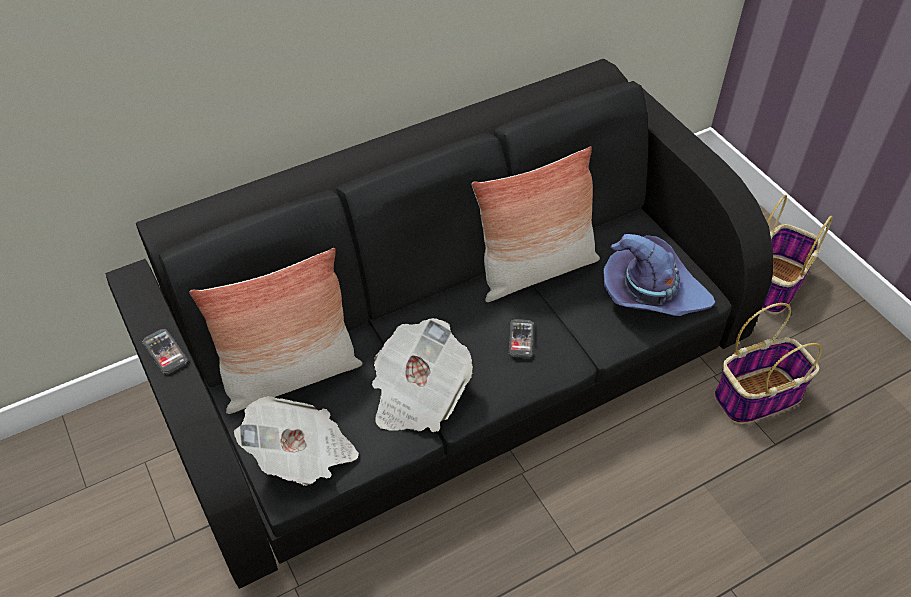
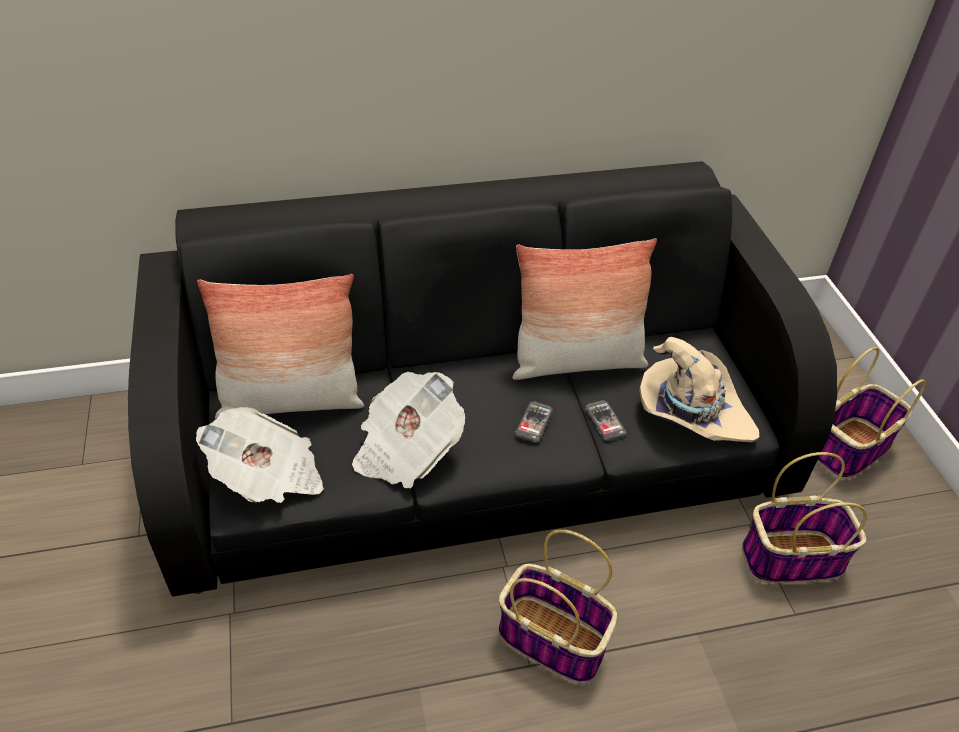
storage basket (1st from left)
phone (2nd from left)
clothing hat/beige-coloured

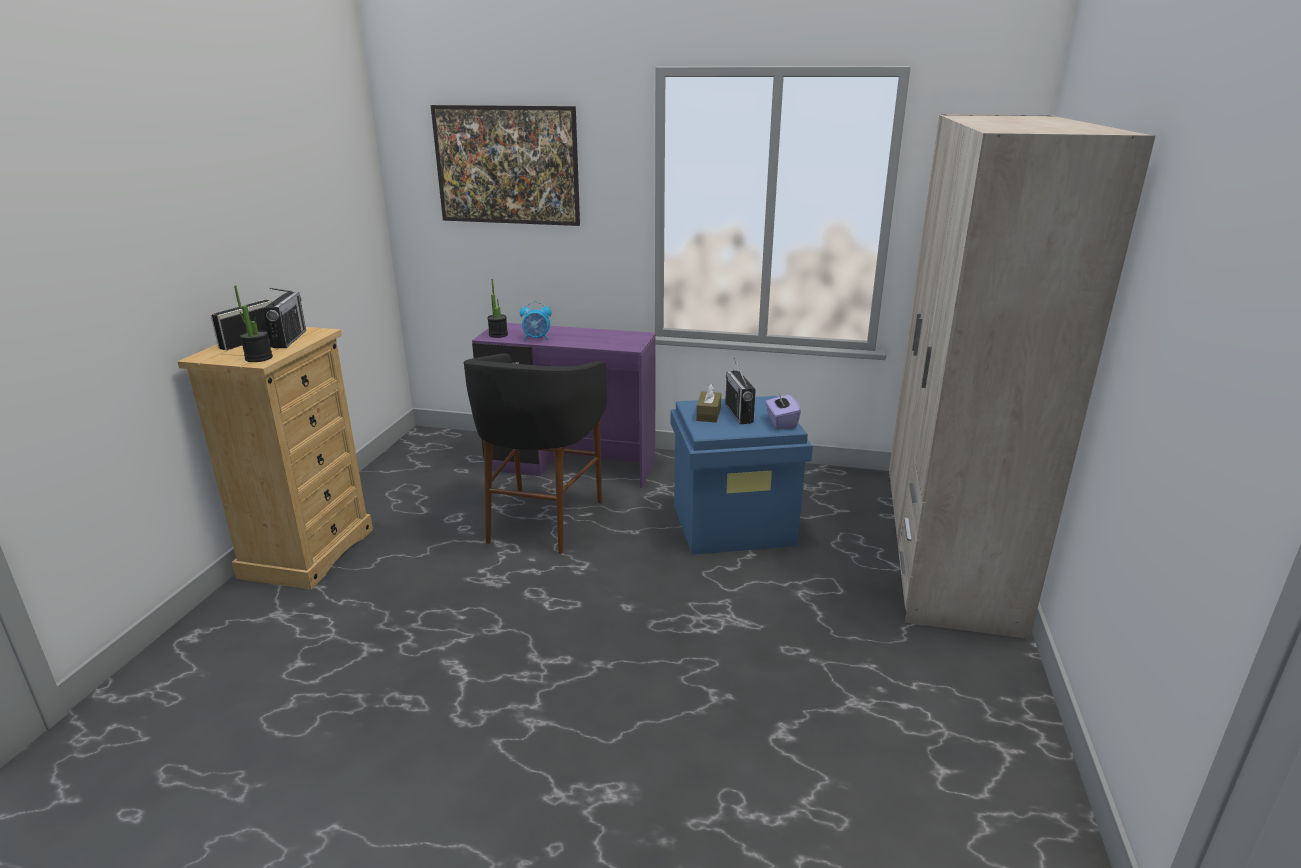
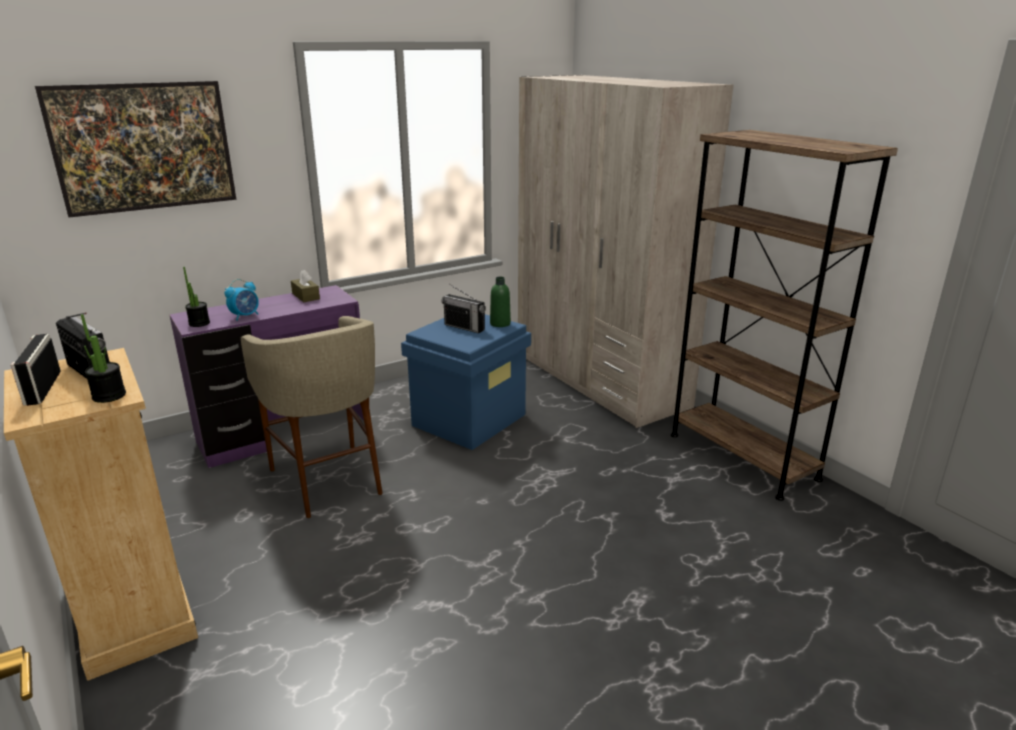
shelving unit/brown
tissue holder/brown
bottle/greenish
stool seat/beige-coloured

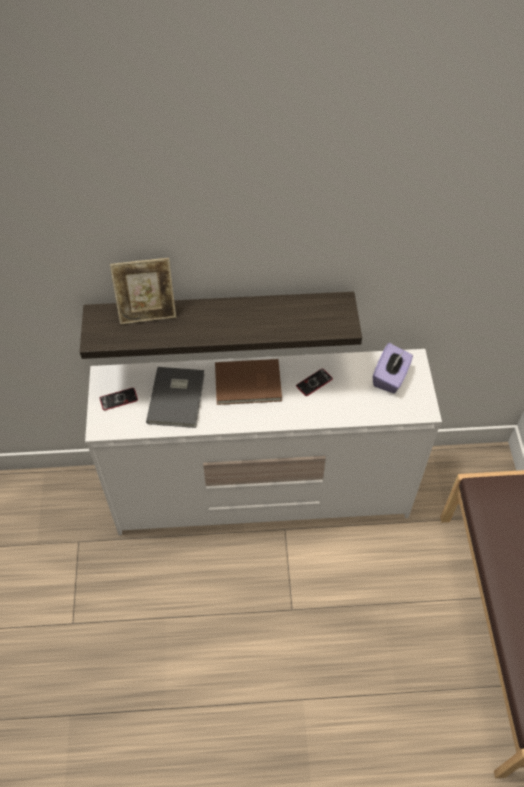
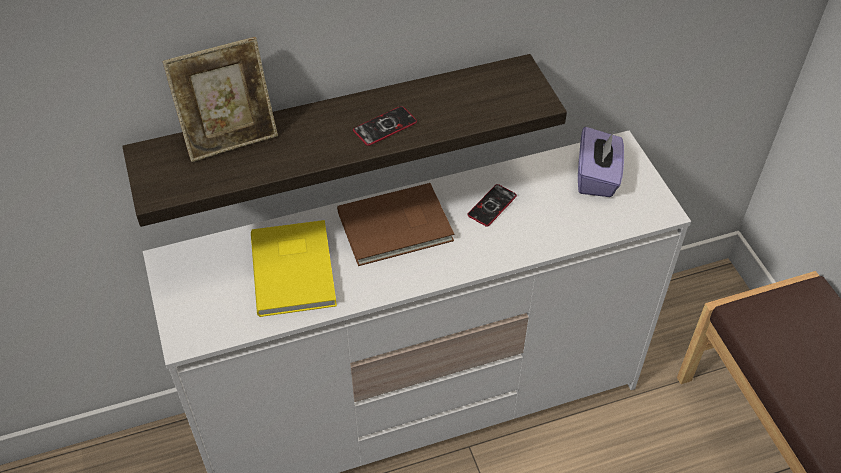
phone (1st from left)
book/yellowish

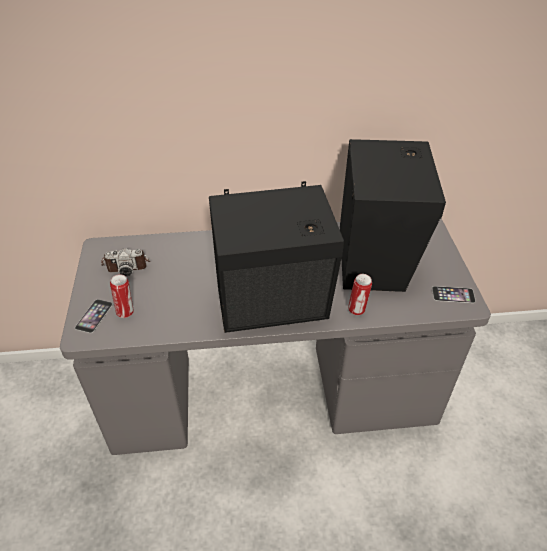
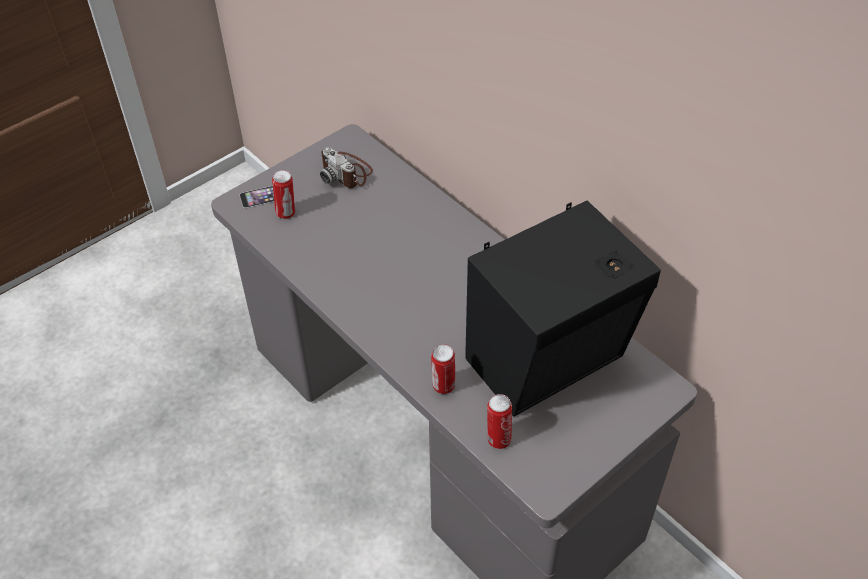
speaker/black (1st from left in the first image)
phone (2nd from left in the first image)
sealed can (3rd from left)

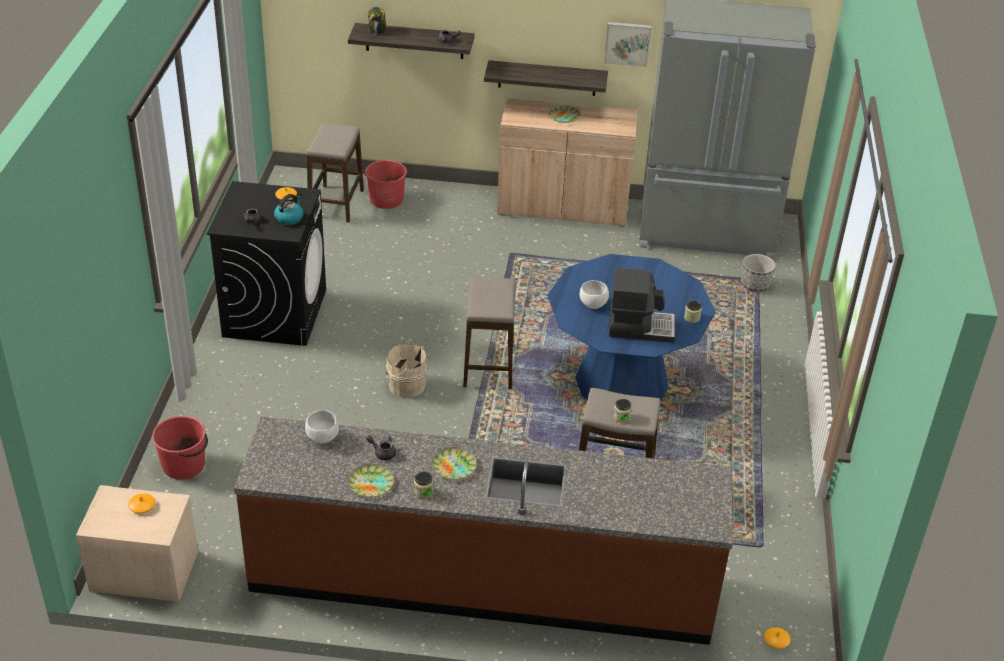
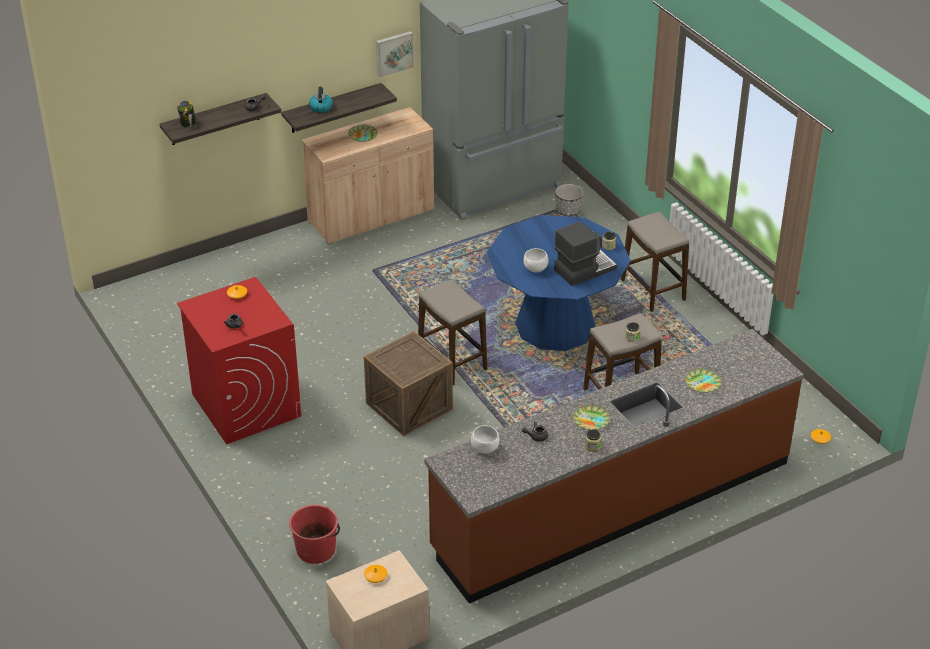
pail/red-coloured (2nd from left in the first image)
tea kettle
stool seat (3rd from left)
plate (3rd from left)
shipping crate
laundry machine/red-coloured

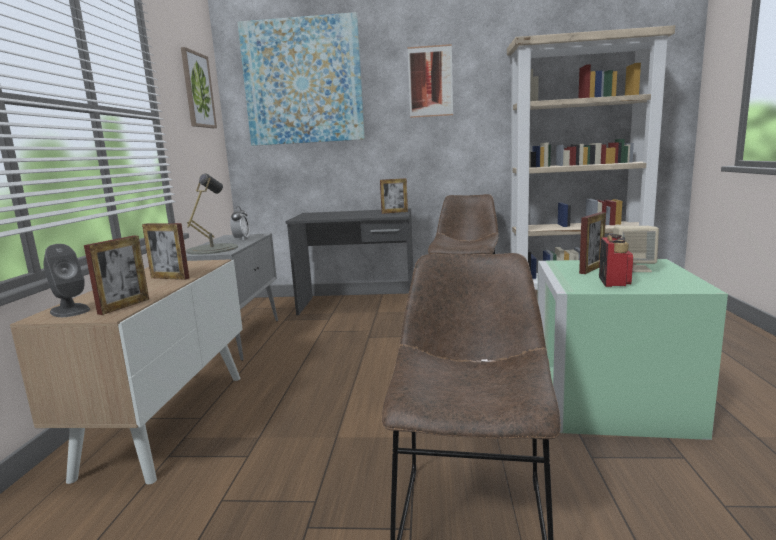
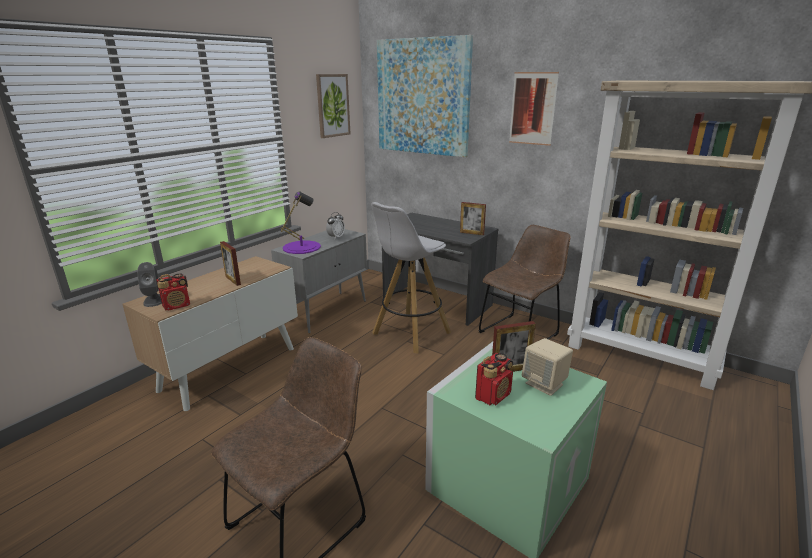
stool seat/whitish
radio receiver (1st from left)
lamp for a table/purplish

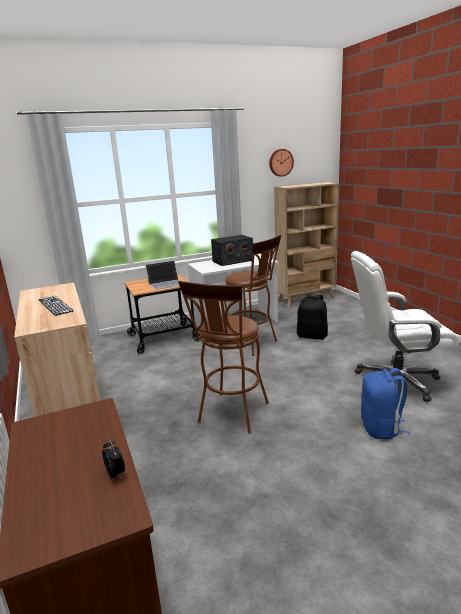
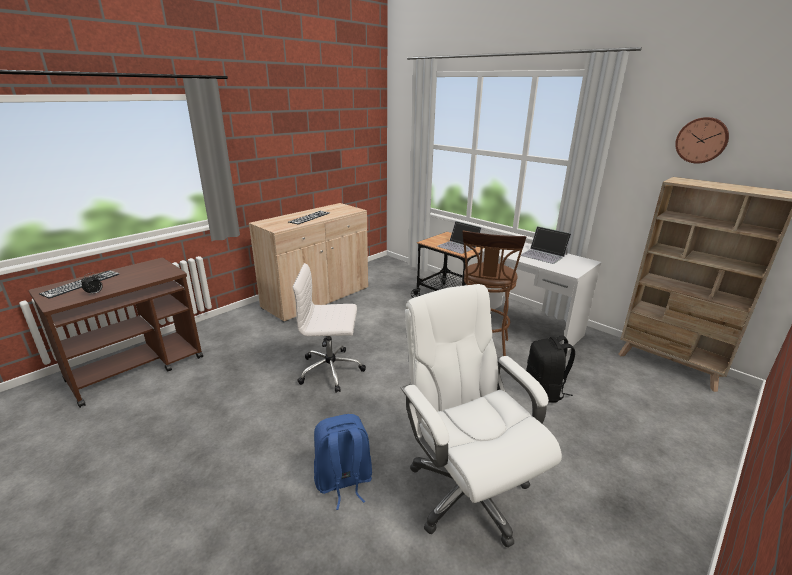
keyboard (1st from left)
desk chair/whitish (1st from left)
portable computer (2nd from left)

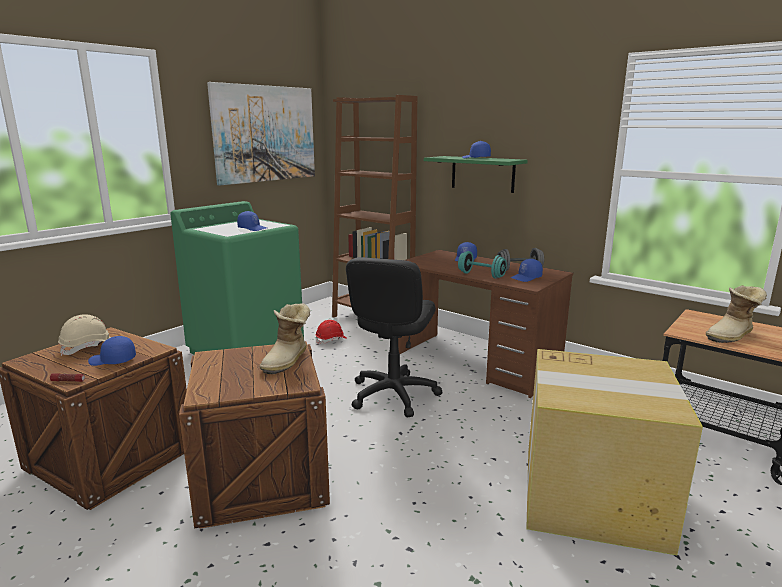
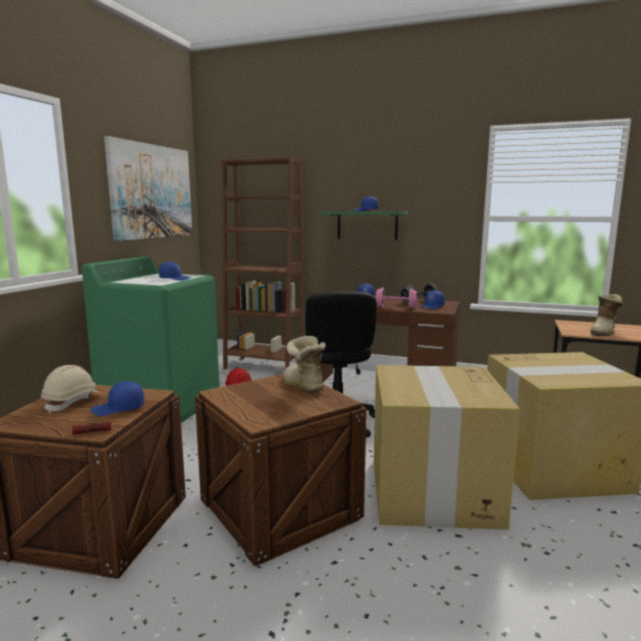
carton (1st from left)
dumbbell/pinkish
high-top boot (1st from left)

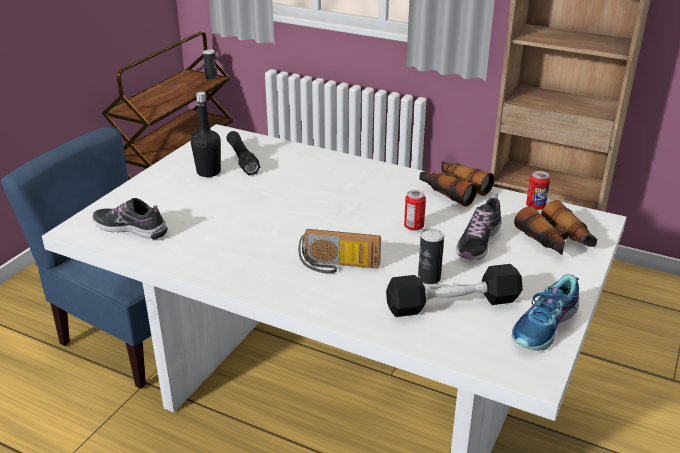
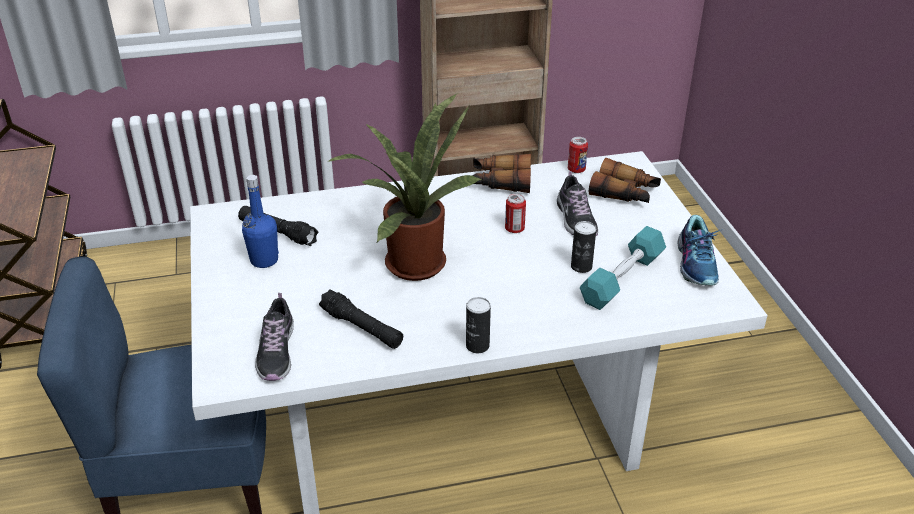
radio receiver
torch/black (2nd from left)
plant in a pot
sealed can (1st from left)
bottle/blue
dumbbell/blue-green
shoe (1st from left)

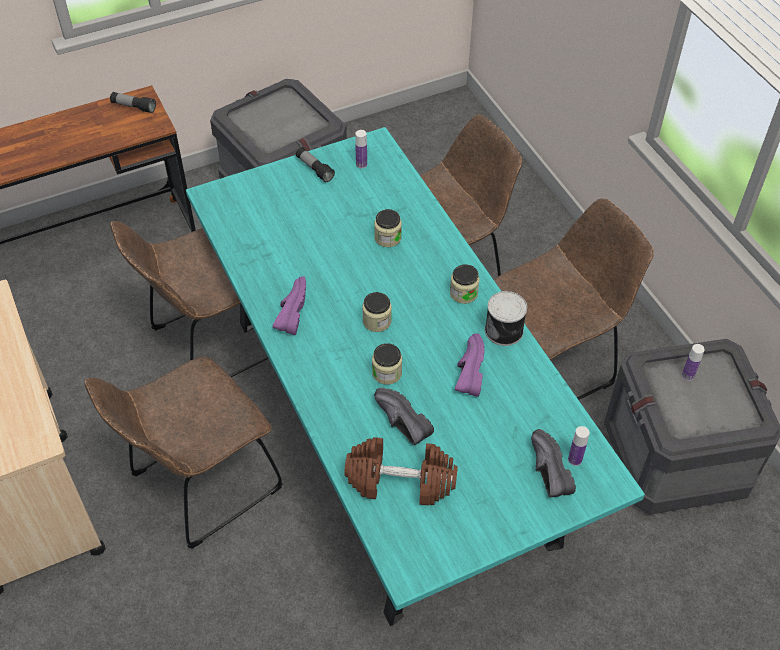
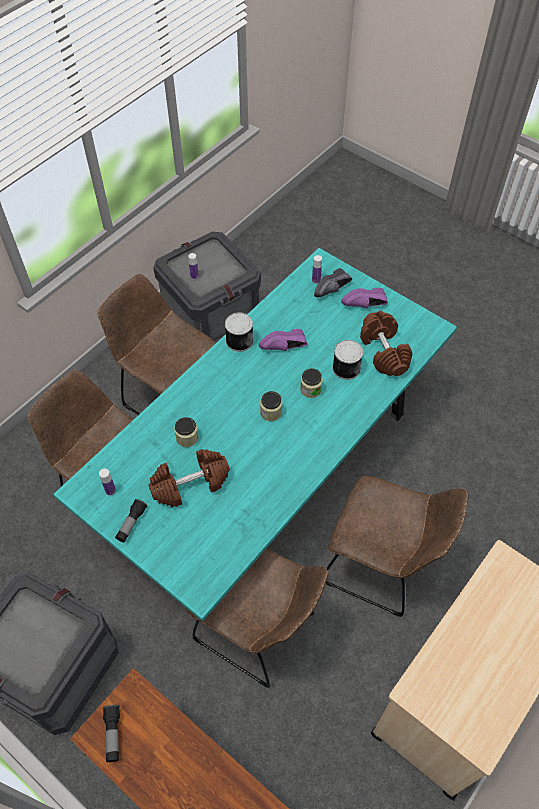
preserve jar (4th from left in the first image)
dumbbell/brown (1st from left)
shoe/purplish (2nd from left)
sealed can (2nd from left)

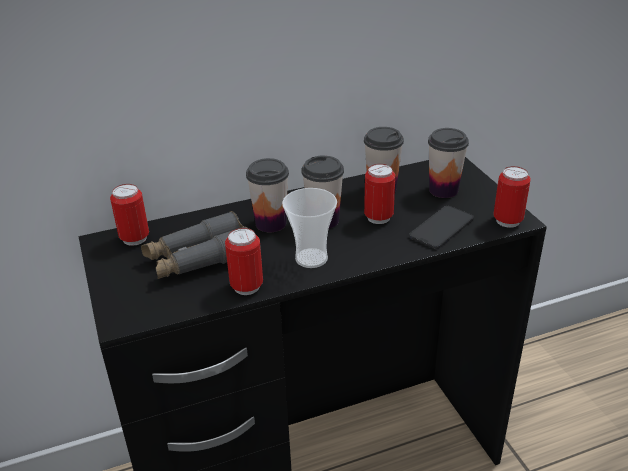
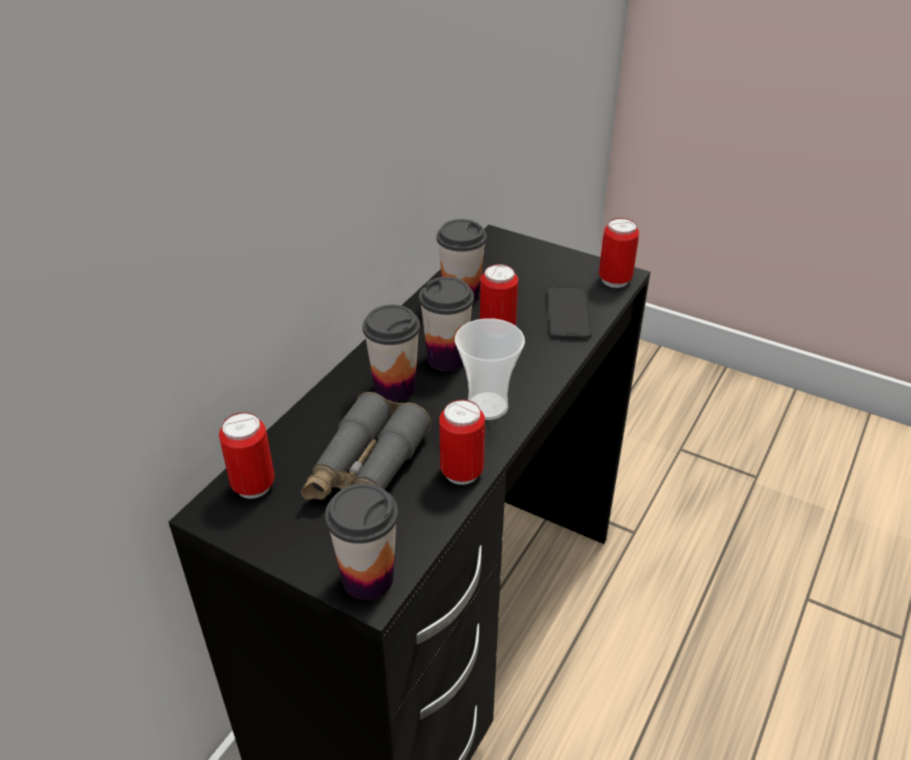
drinking cup (1st from left)

